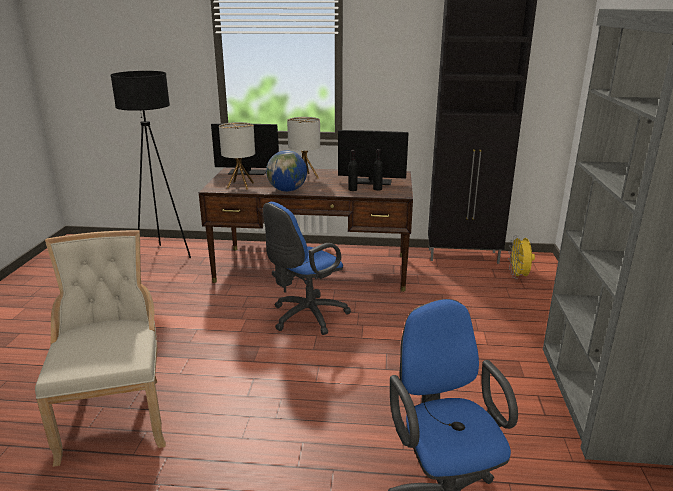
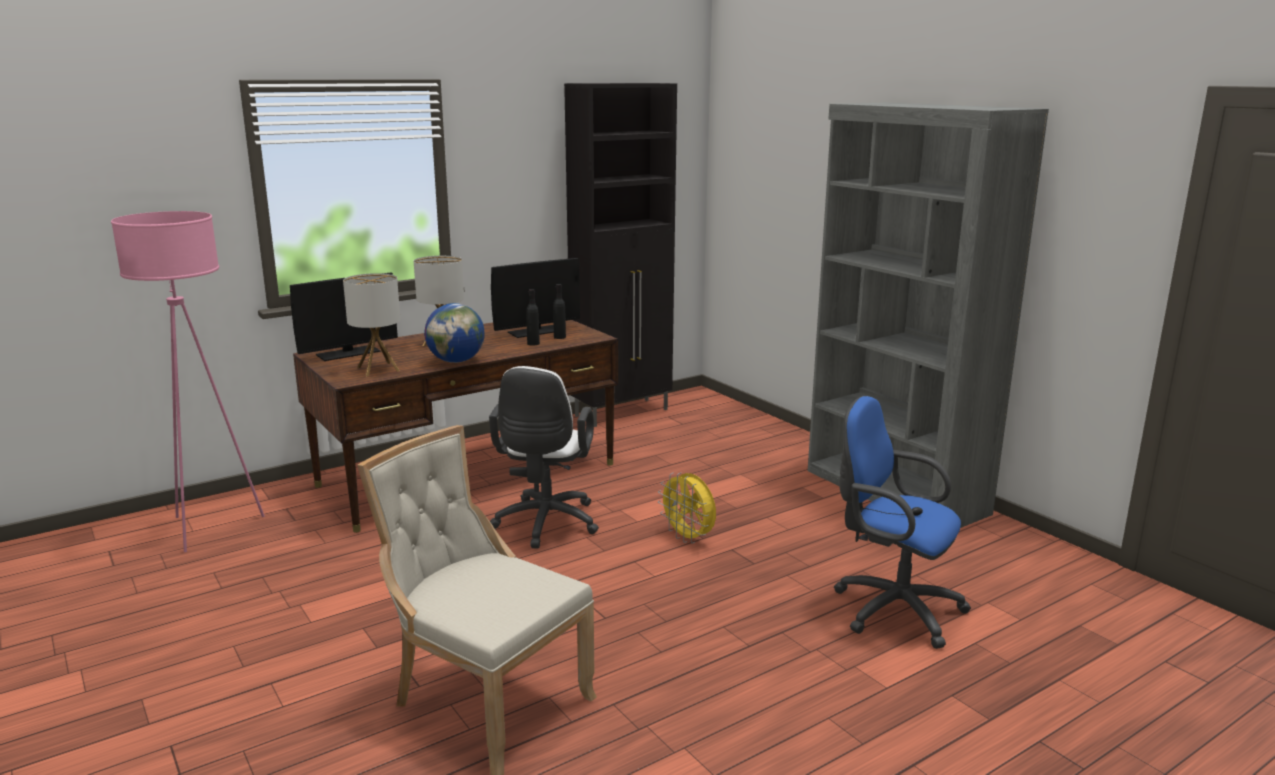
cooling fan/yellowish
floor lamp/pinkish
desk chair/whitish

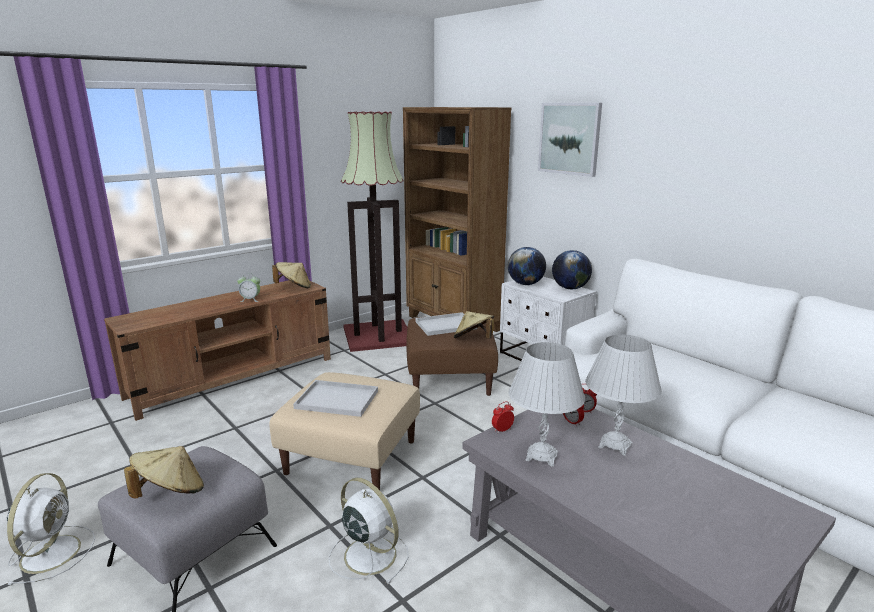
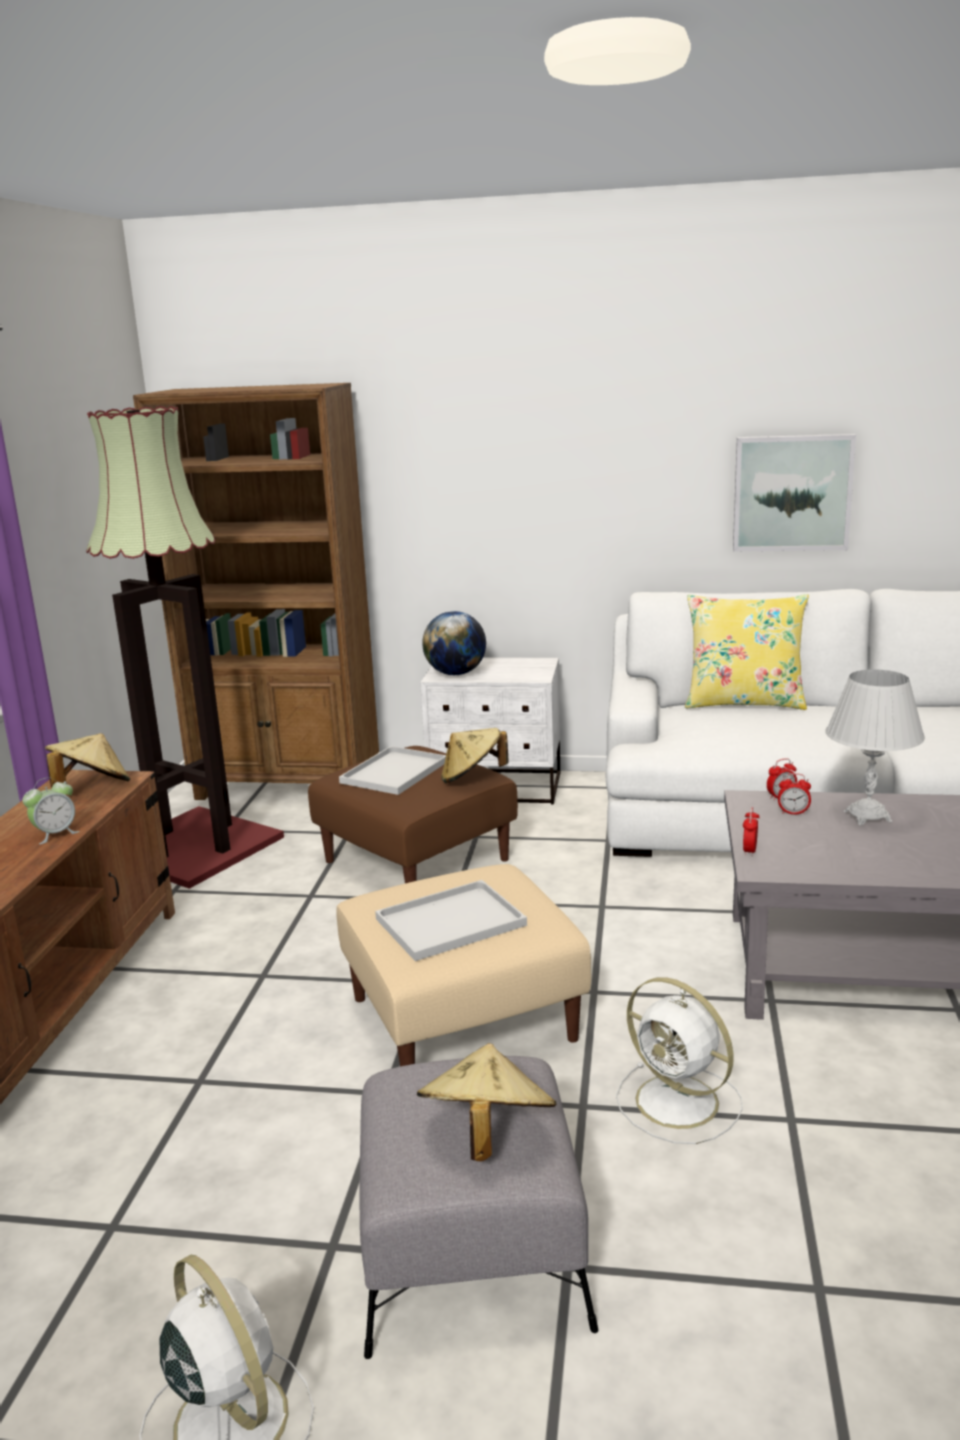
lamp for a table/whitish (1st from left in the first image)
globe (2nd from left in the first image)
cushion/yellowish
picture
cooling fan/whitish (2nd from left)

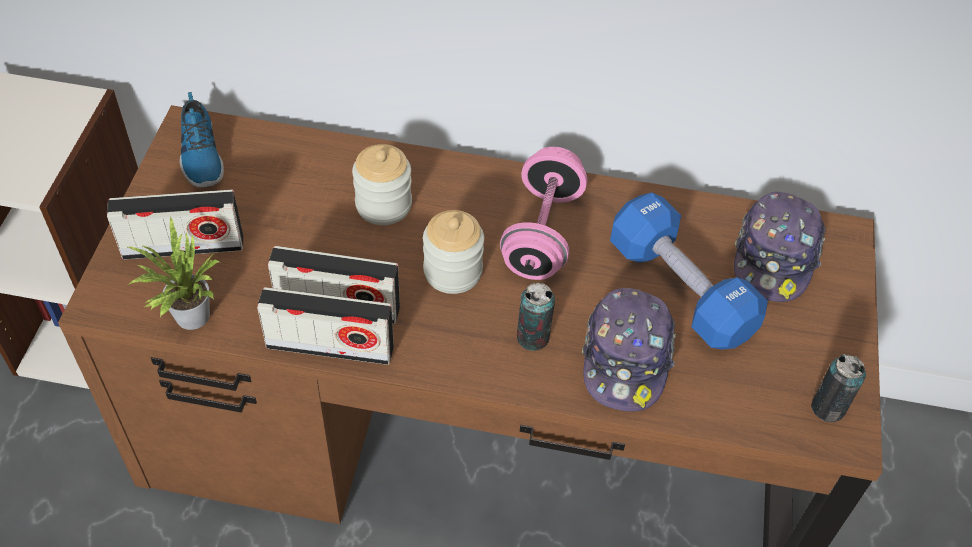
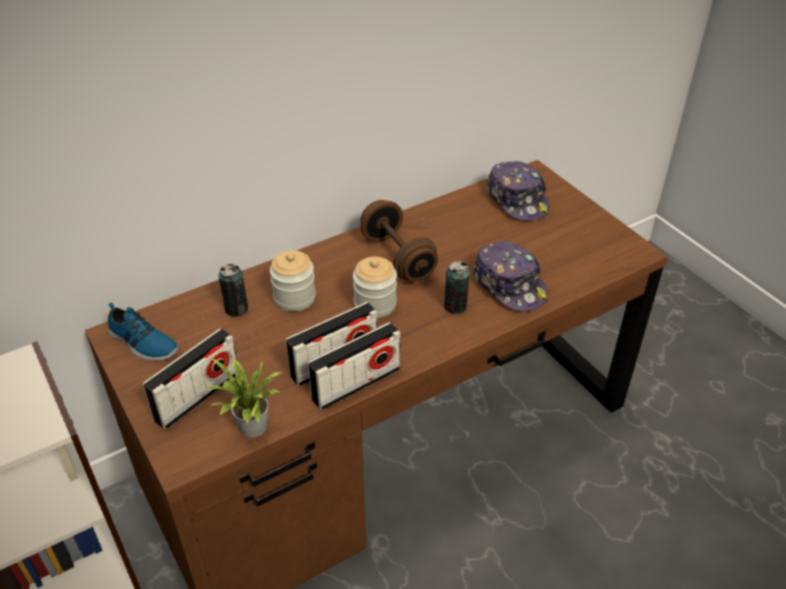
dumbbell/blue
sealed can (1st from left)
dumbbell/brown

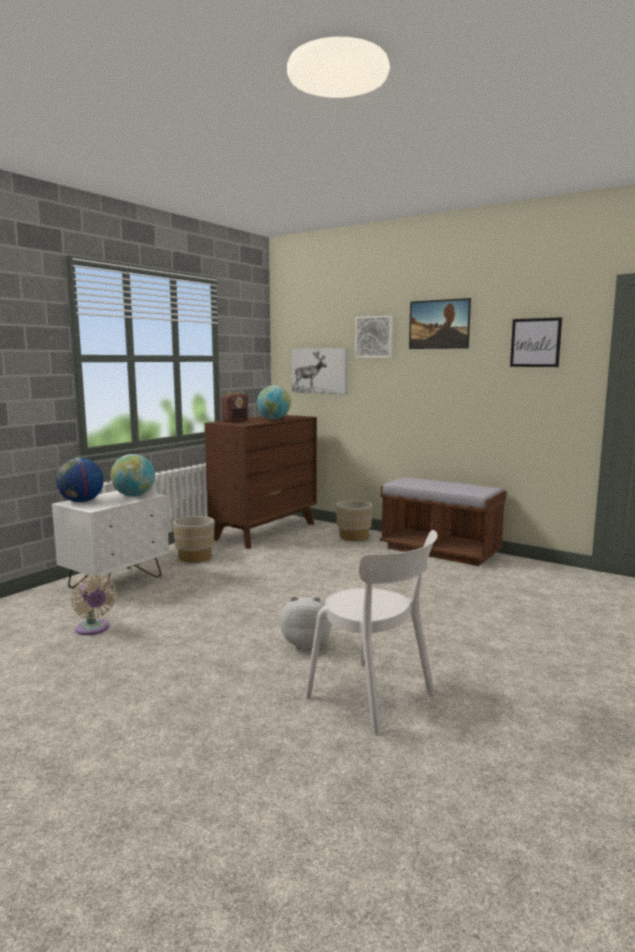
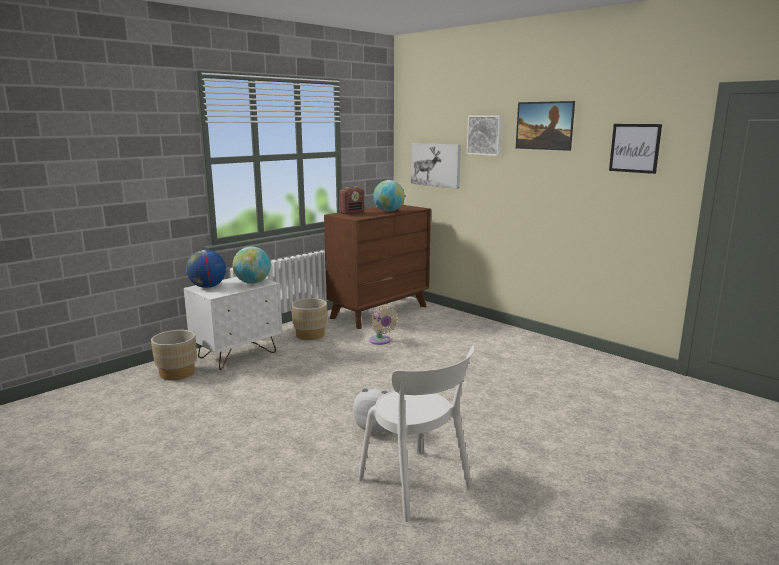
long seat/brown
cooling fan/beige-coloured
plant pot/beige-coloured (1st from left)

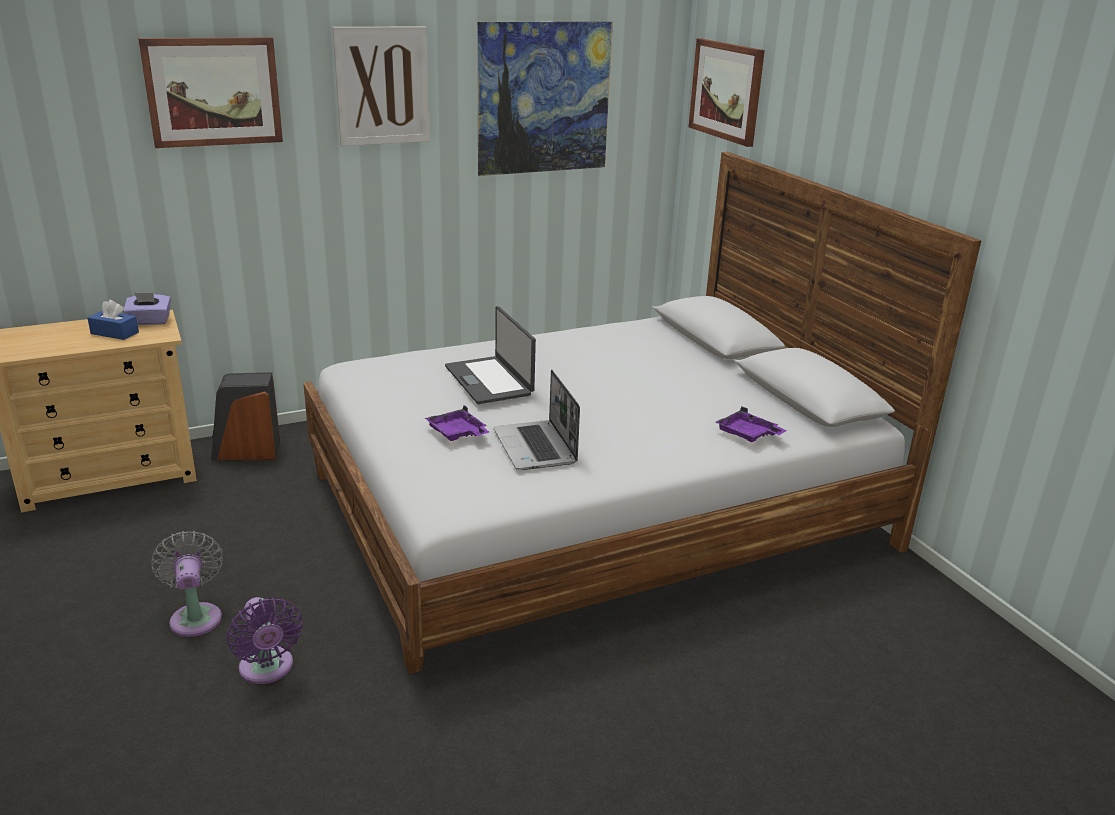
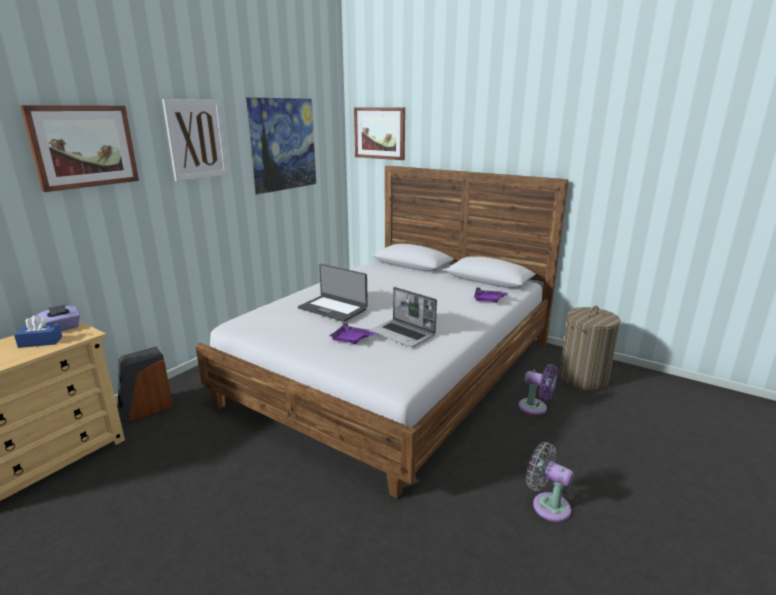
laundry basket
cooling fan/grey
cooling fan/purplish

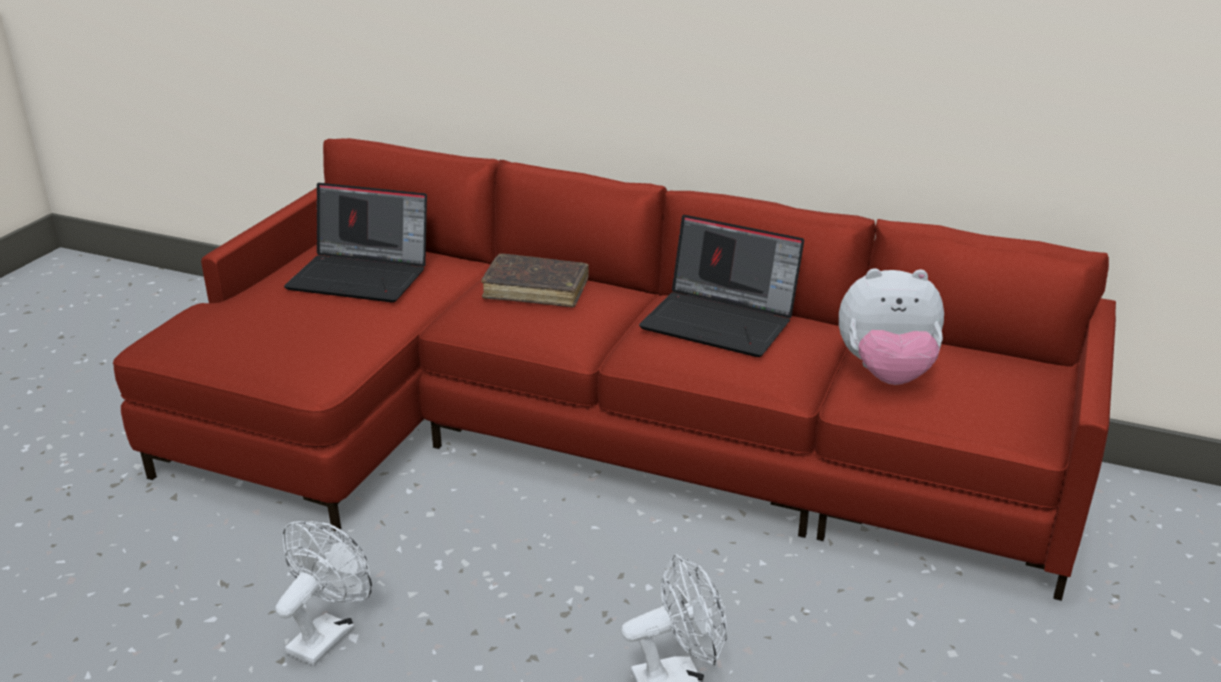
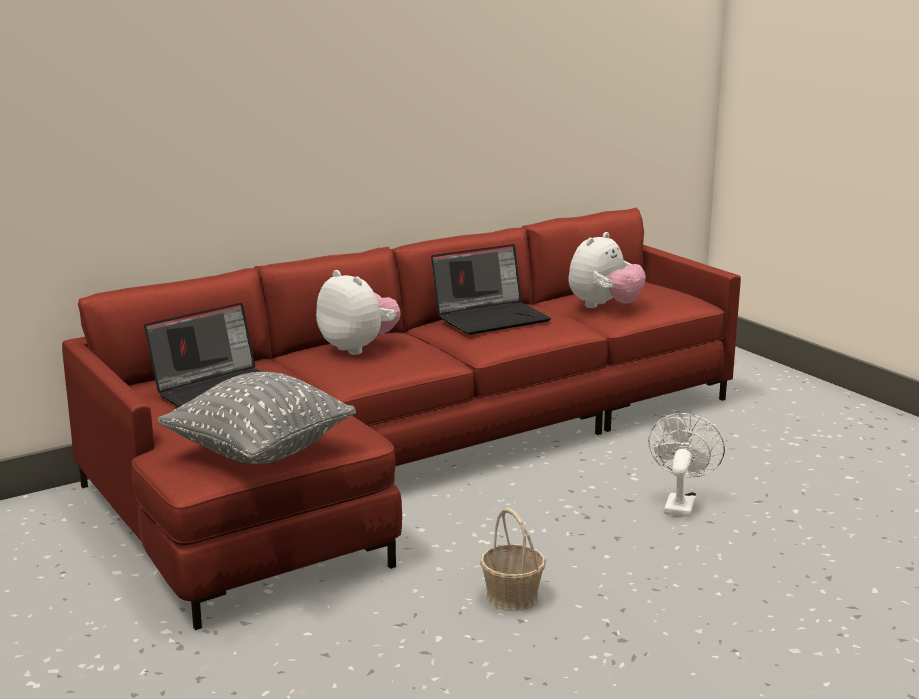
cushion/grey
storage basket
plush toy (1st from left)

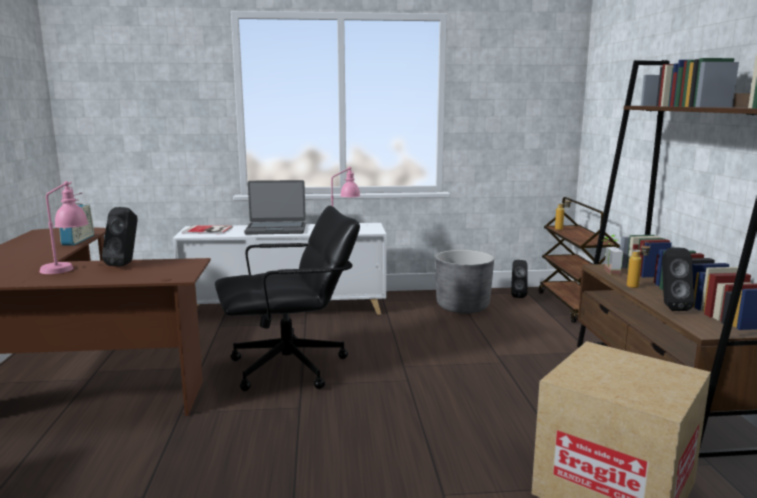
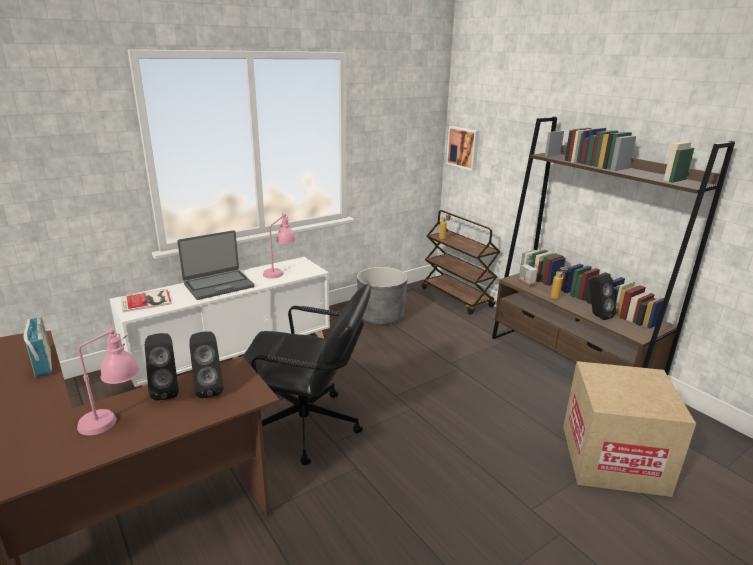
picture
speaker/black (2nd from left)
desk chair/black

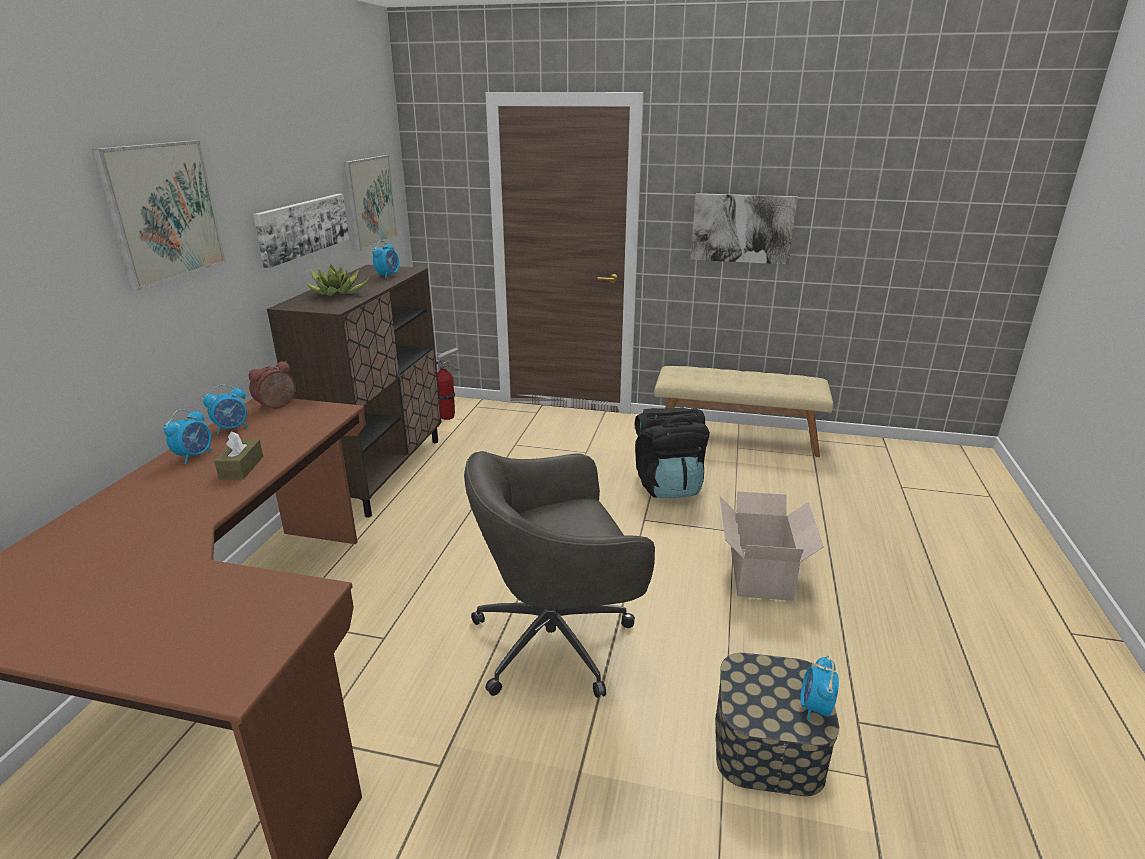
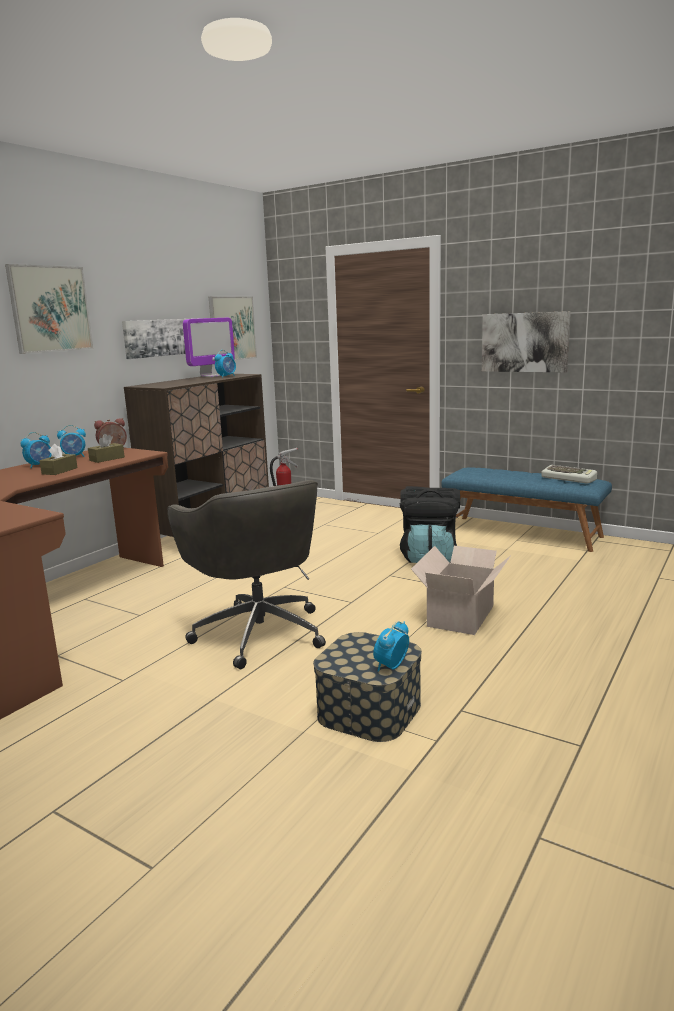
plant in a pot
tissue holder/brown (2nd from left)
computer display
keyboard
long seat/blue
desk chair/grey

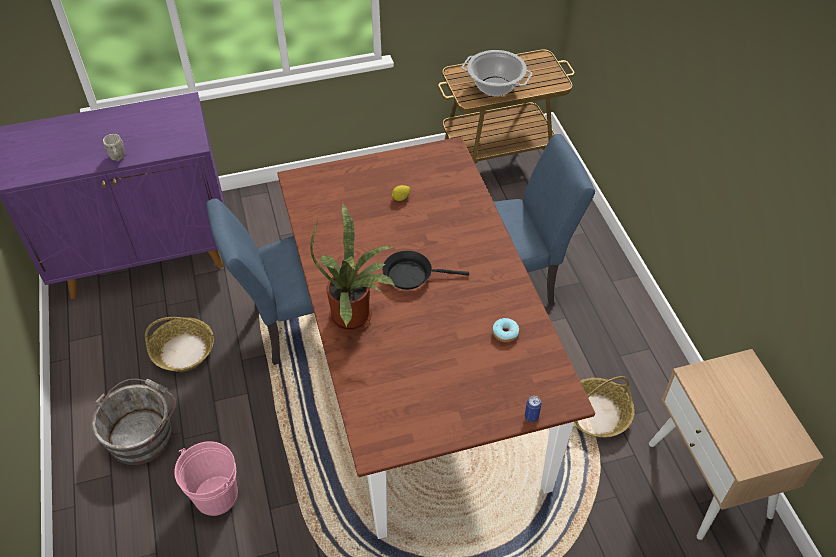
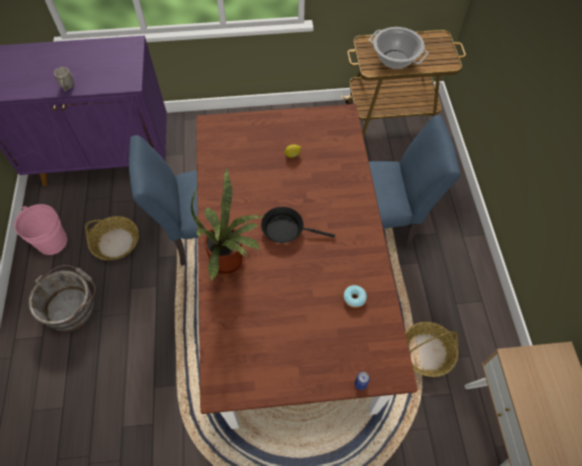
pail/pinkish

